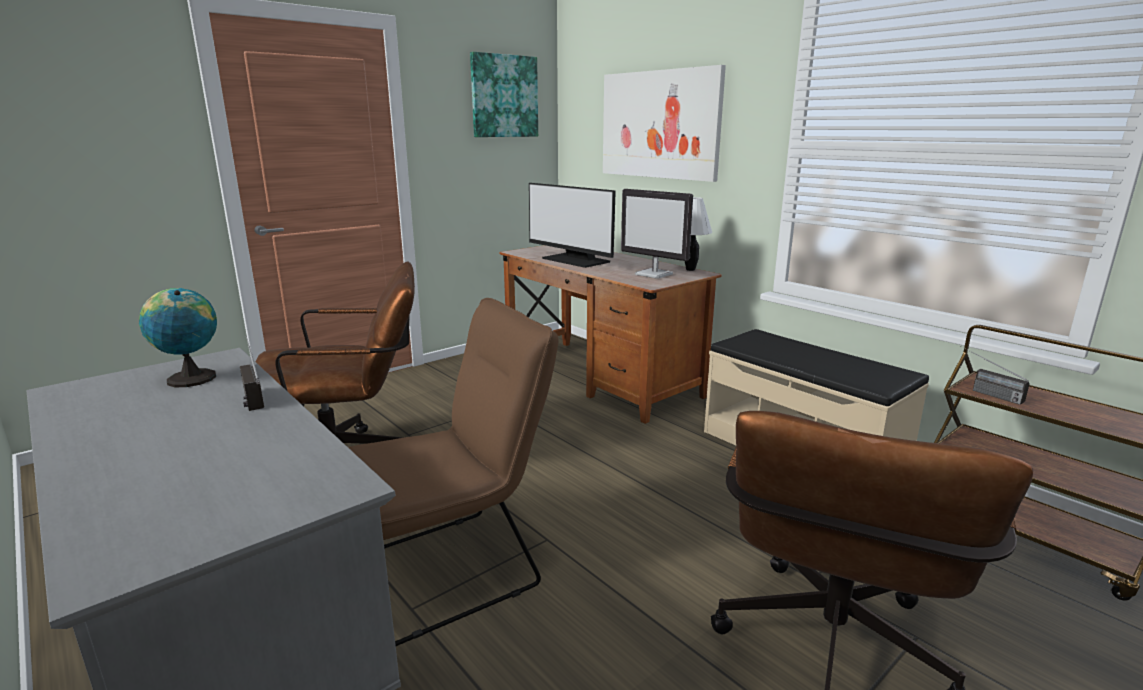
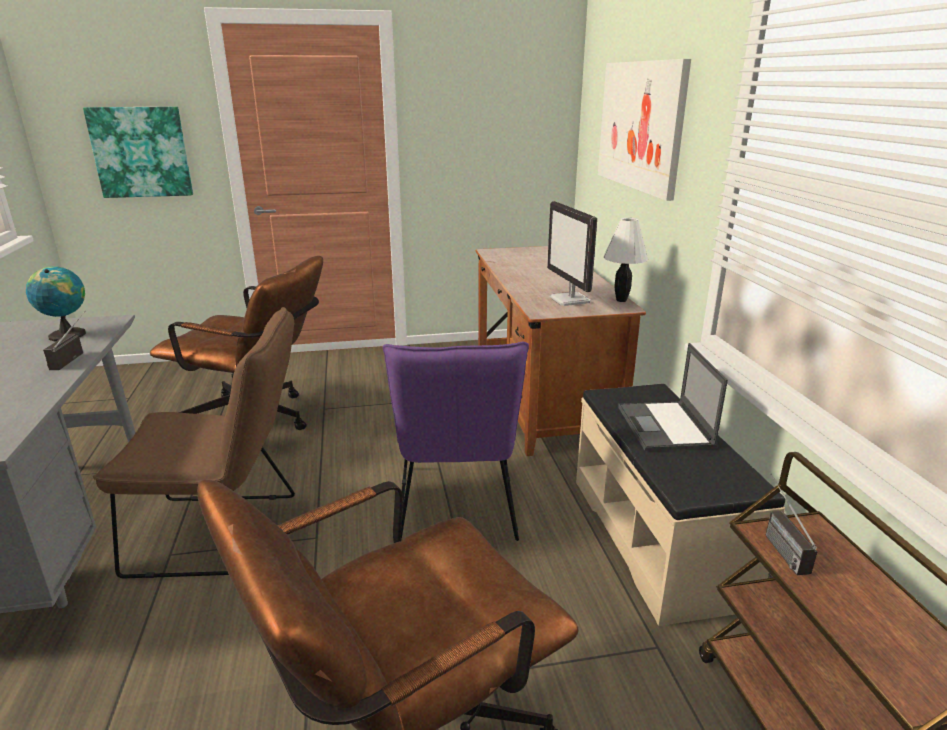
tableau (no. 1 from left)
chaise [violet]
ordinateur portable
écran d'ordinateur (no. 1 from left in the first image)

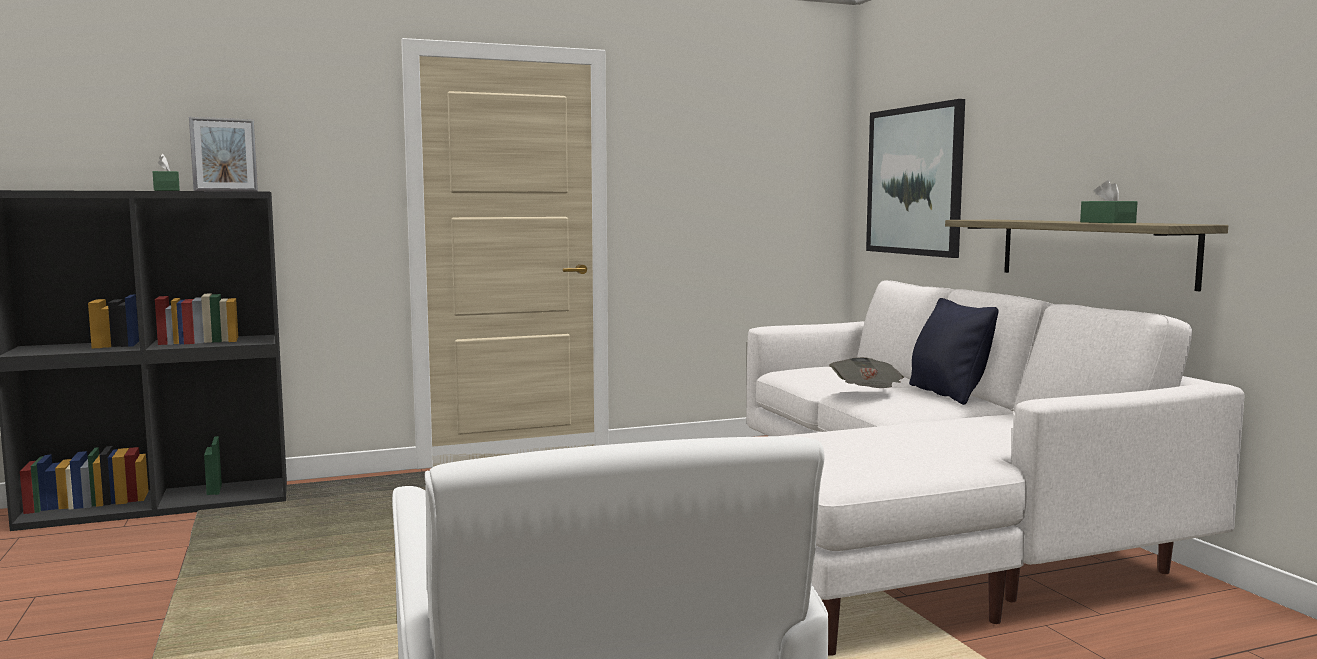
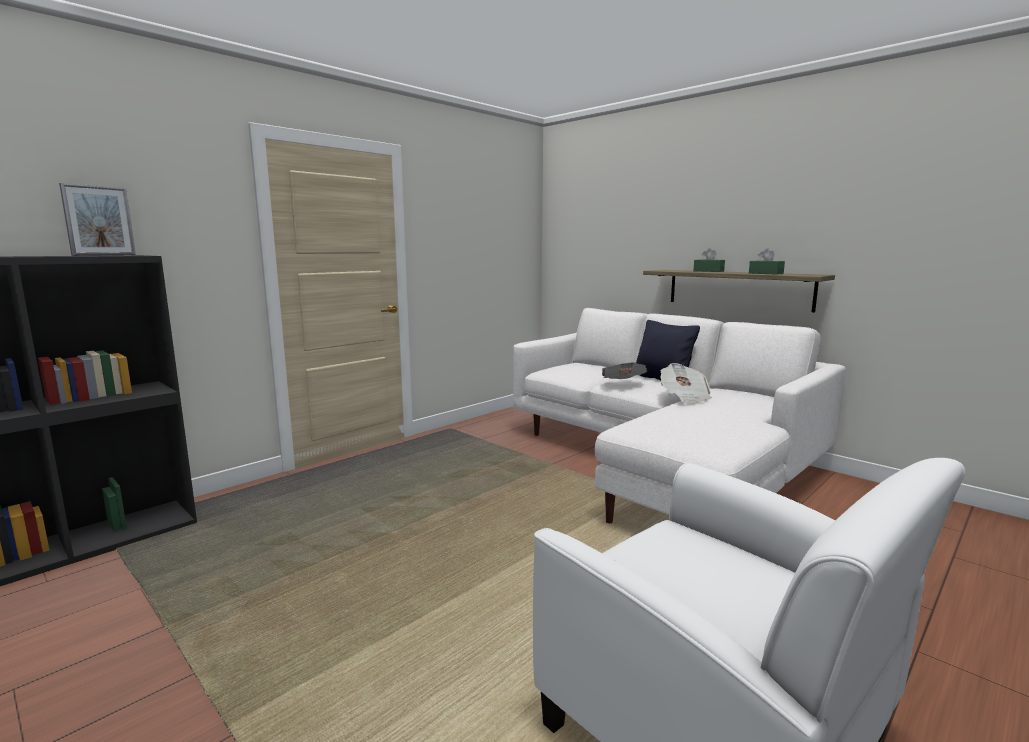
journal (no. 2 from left)
boîte à mouchoirs [vert] (no. 1 from left)
tableau

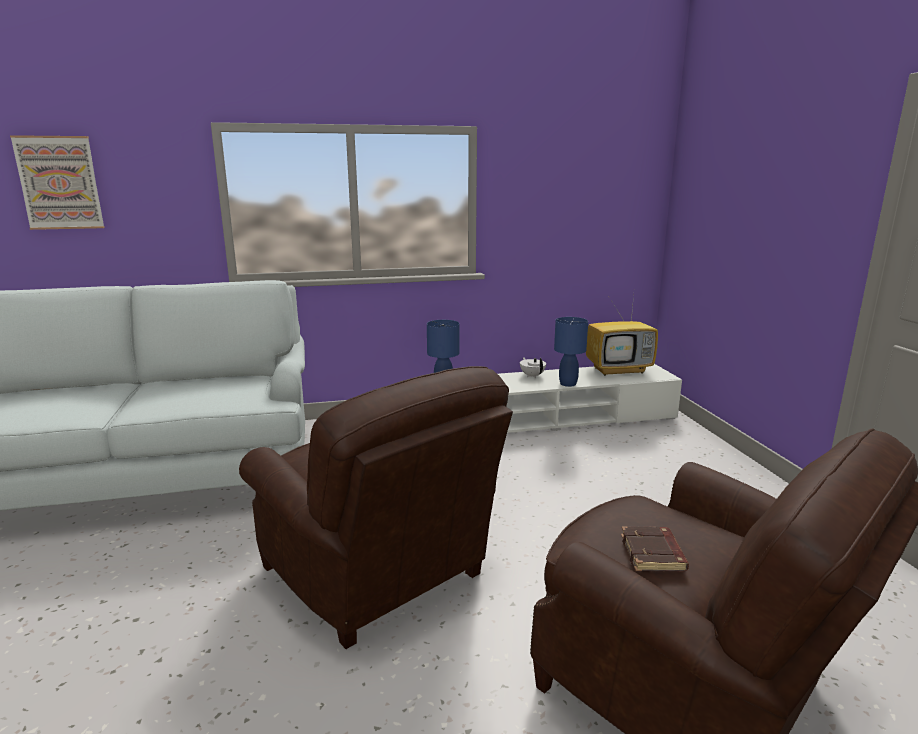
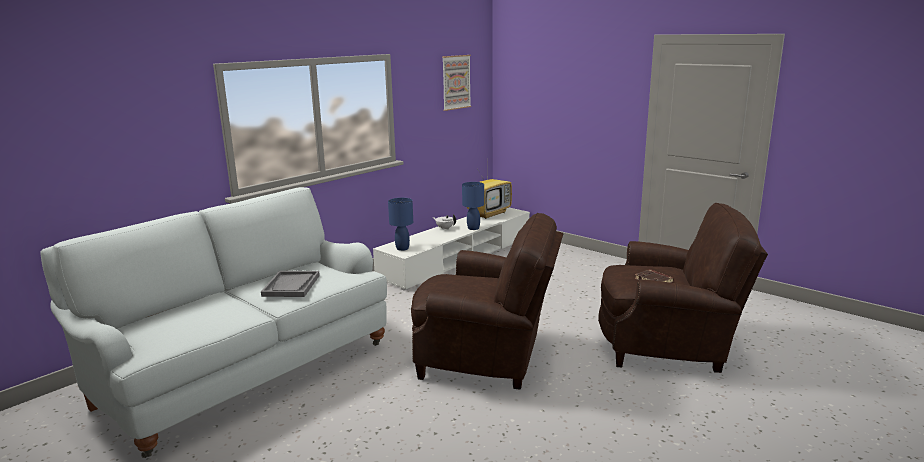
plateau [gris]
tableau

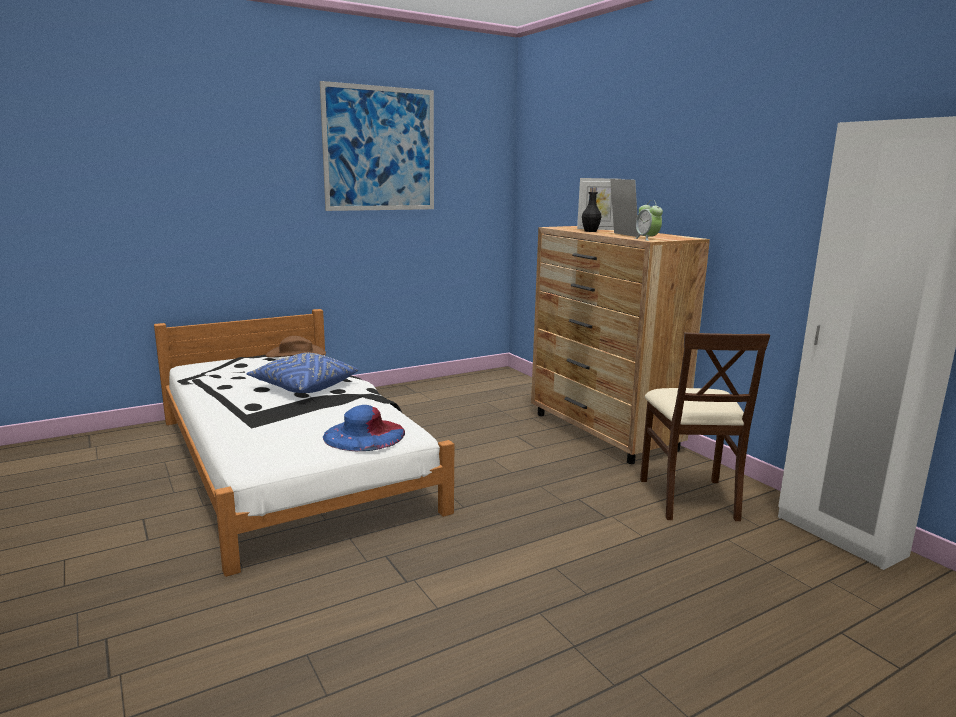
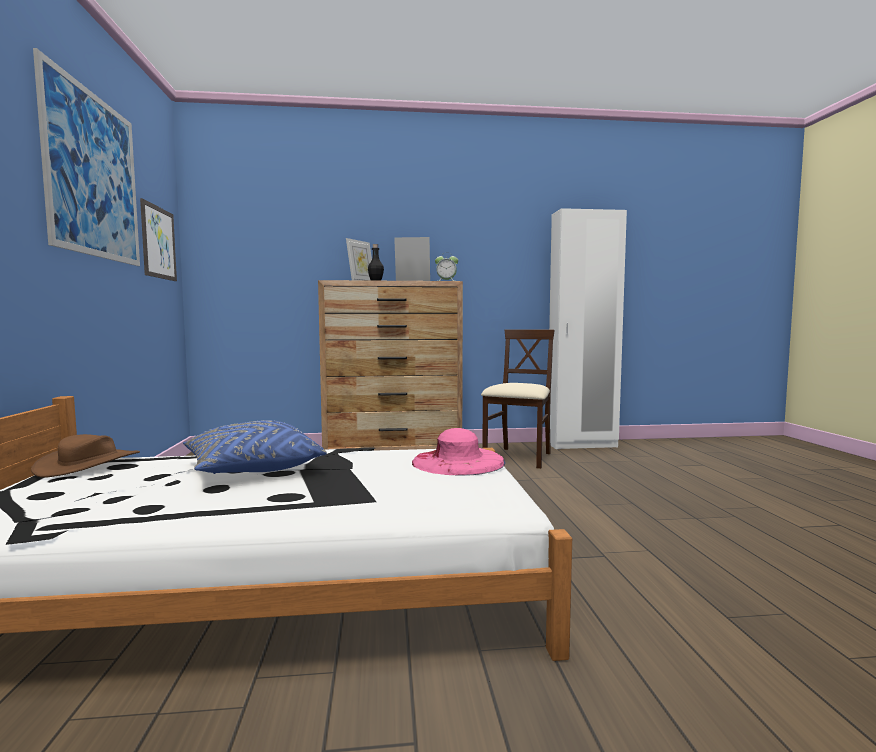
tableau (no. 2 from left)
chapeau [rose]
chaise [beige]

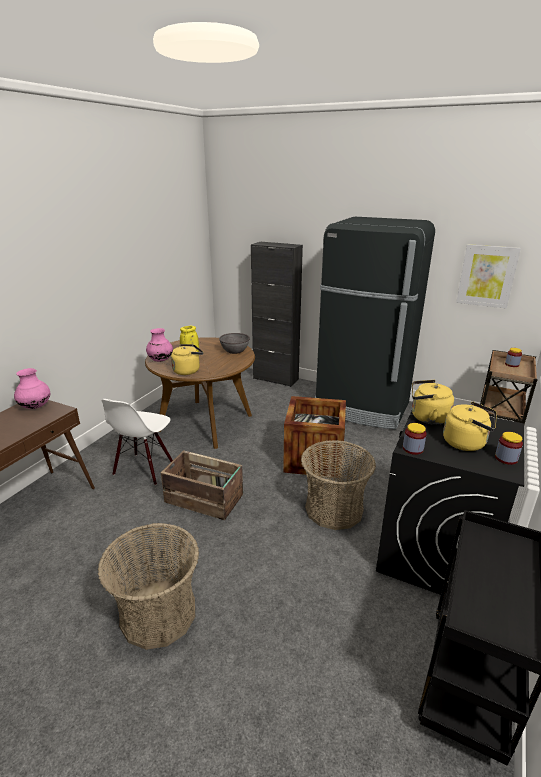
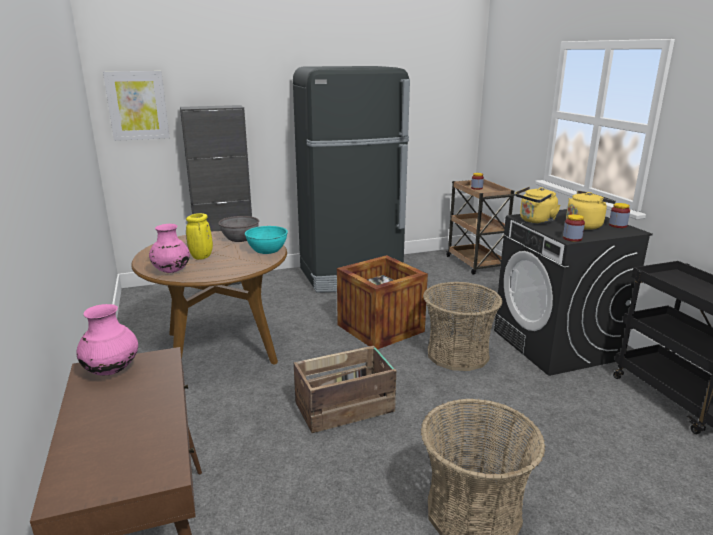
tableau
bol [turquoise]
chaise [blanc]
bouilloire [jaune] (no. 1 from left in the first image)

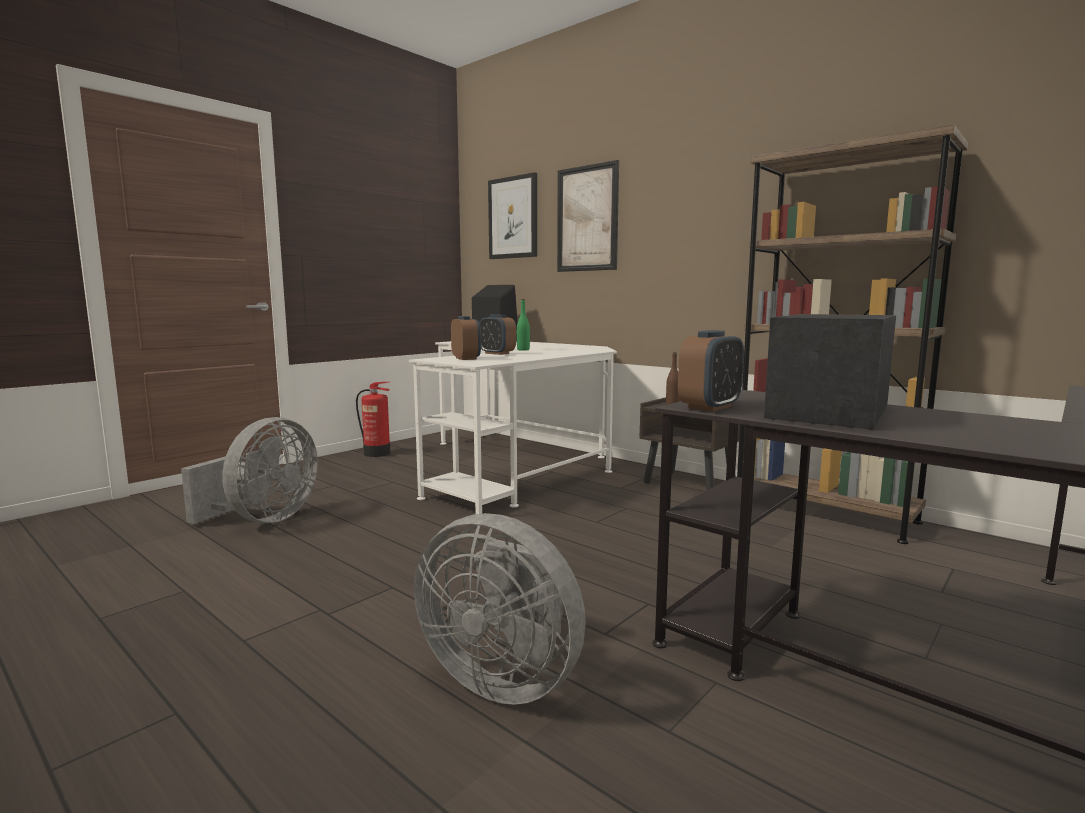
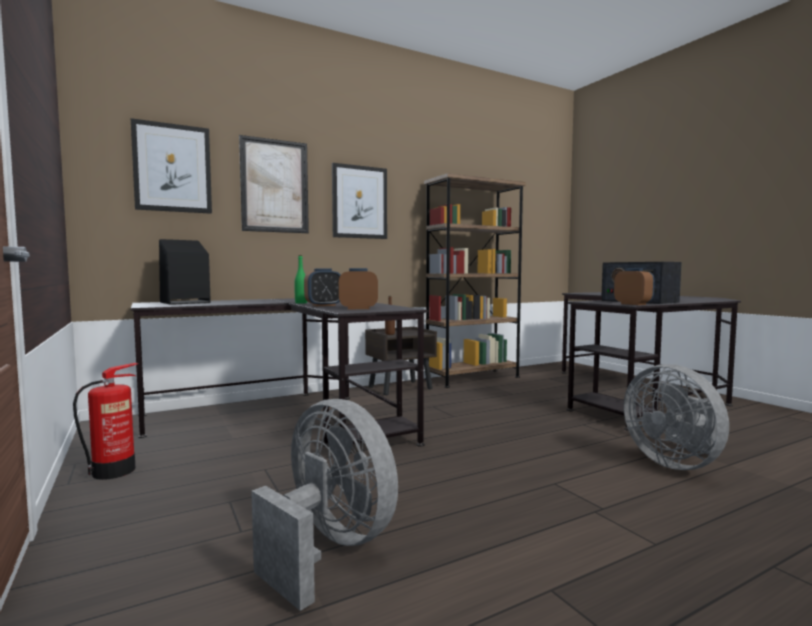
bureau [noir] (no. 1 from left)
tableau (no. 3 from left)
ventilateur [gris] (no. 2 from left)

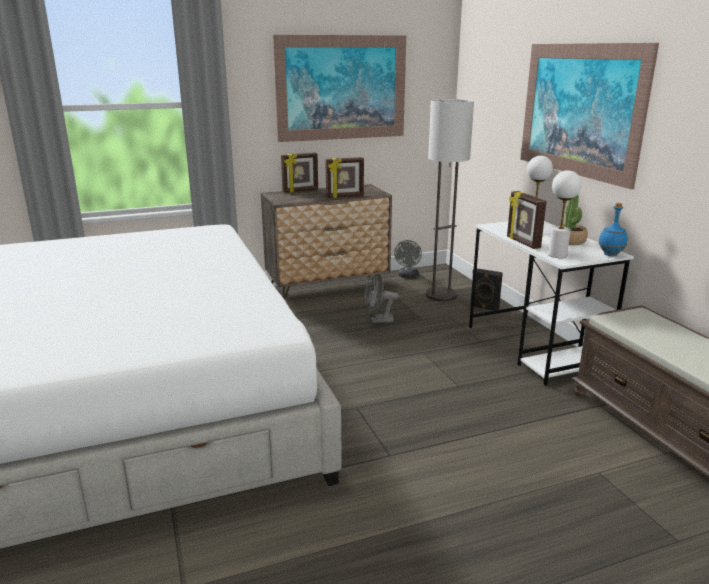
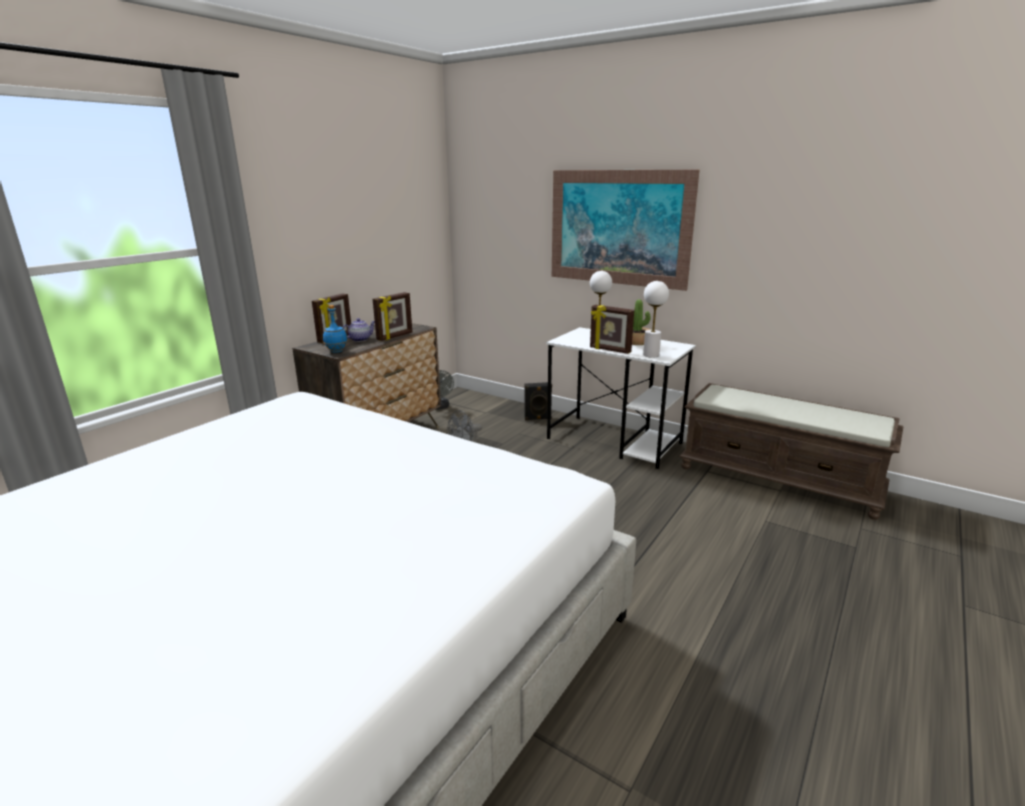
bouteille [bleu]
théière
tableau (no. 1 from left in the first image)
lampadaire

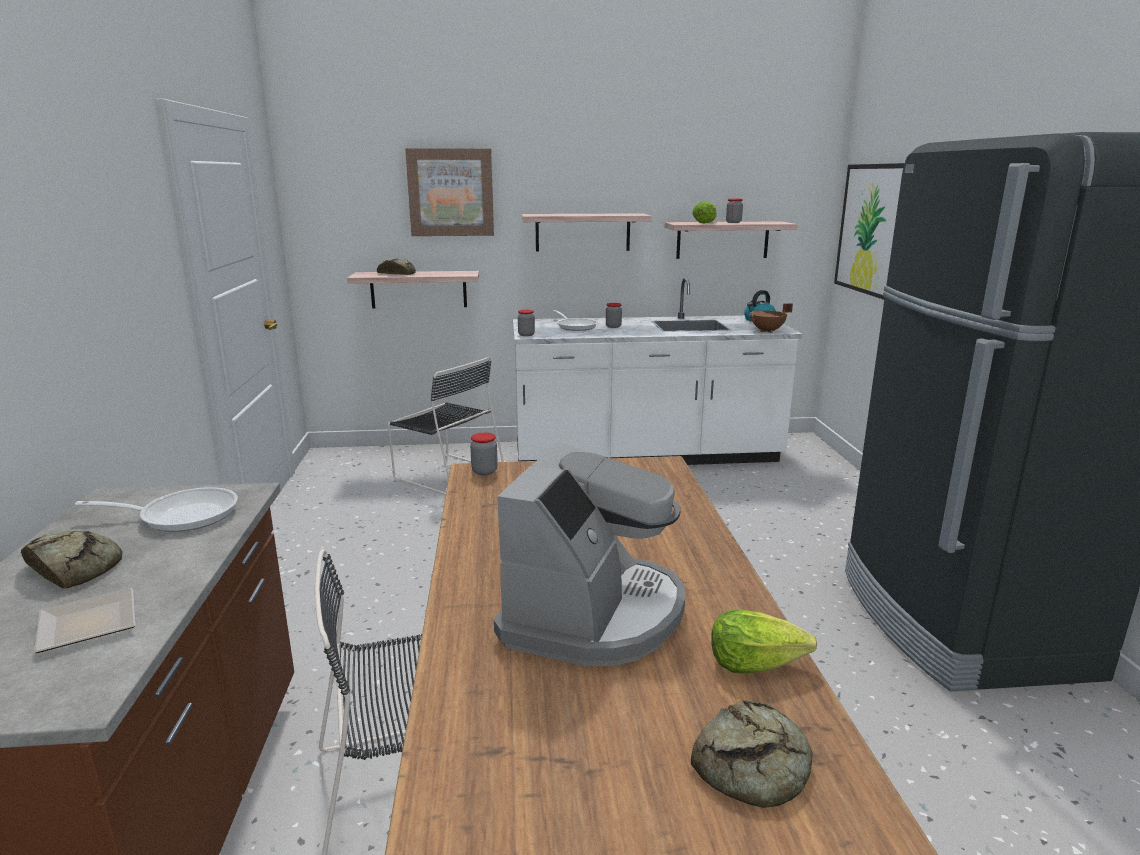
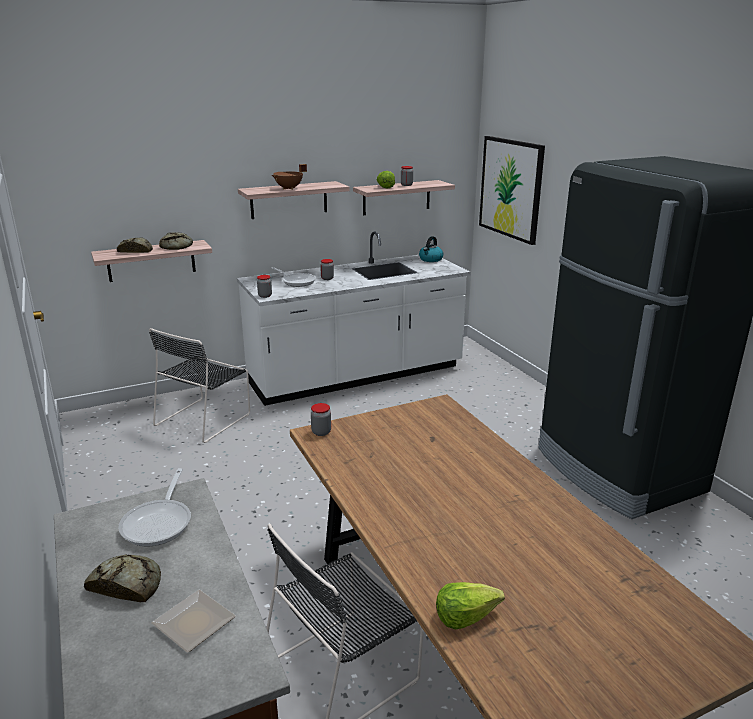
poêle (no. 1 from left)
chaise [noir] (no. 1 from left)
pain (no. 3 from left)
marmite [marron]
laitue (no. 2 from left)
tableau (no. 1 from left in the first image)
machine à café

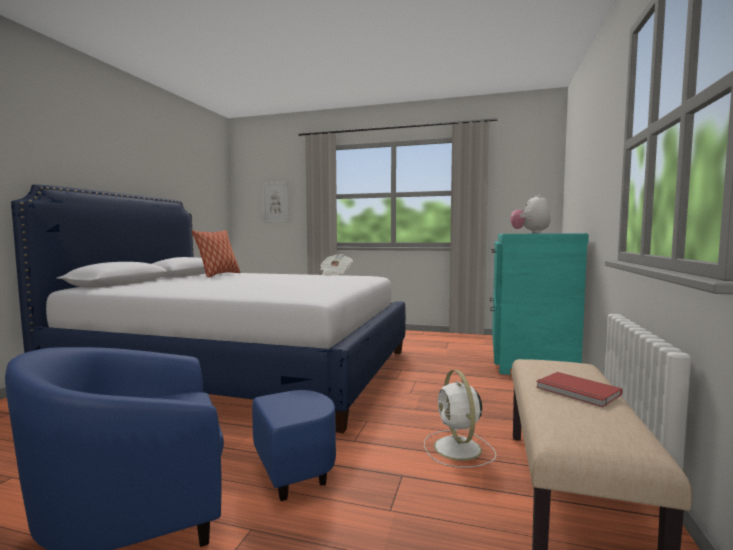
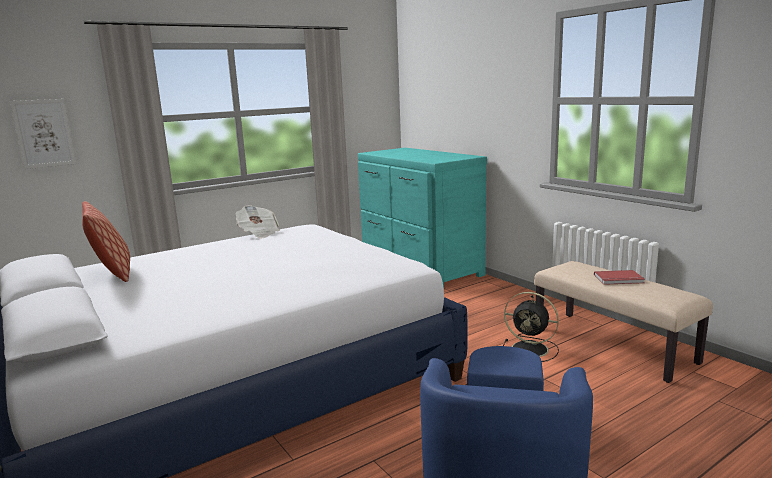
ventilateur [noir]
peluche

